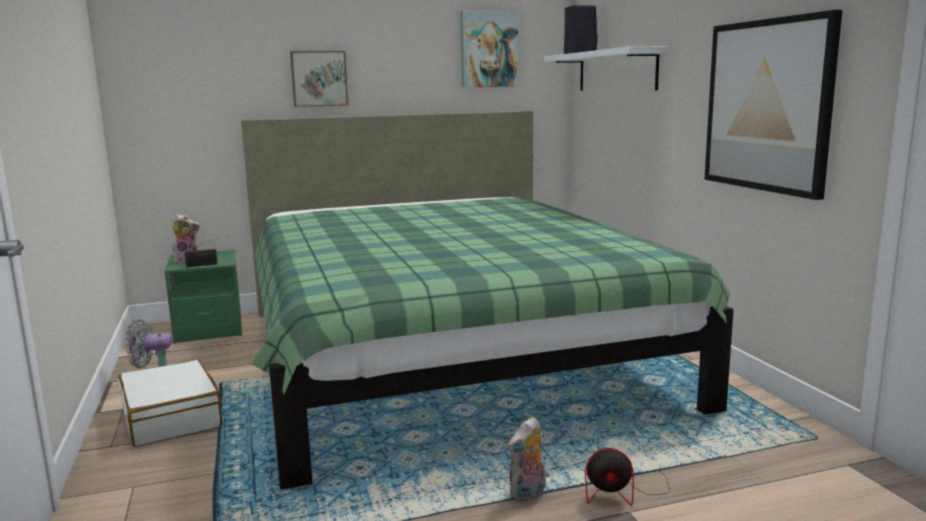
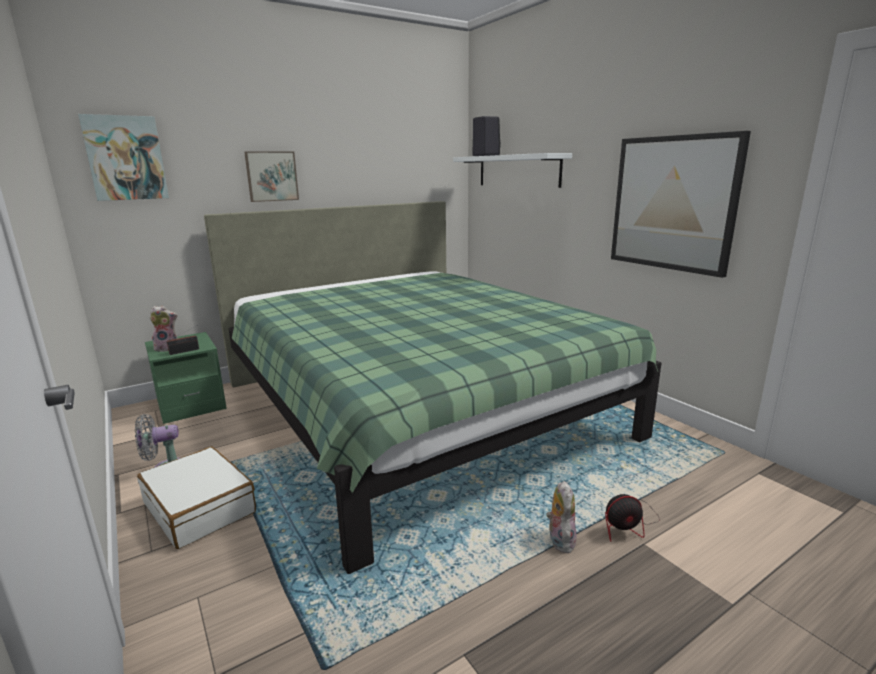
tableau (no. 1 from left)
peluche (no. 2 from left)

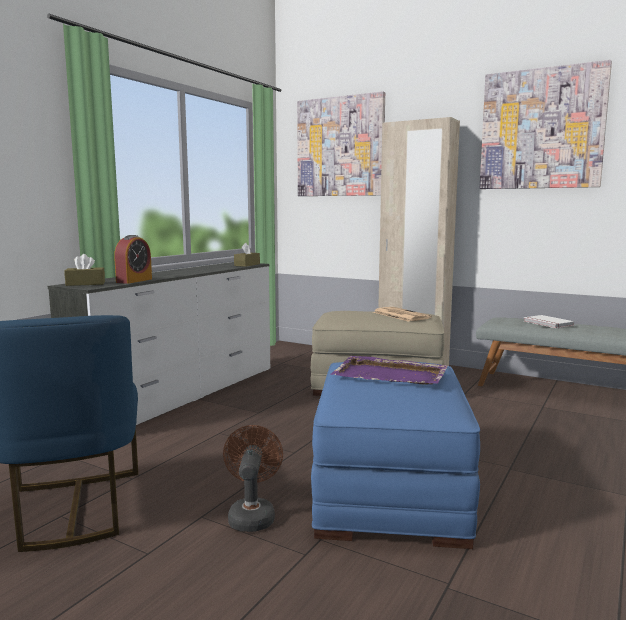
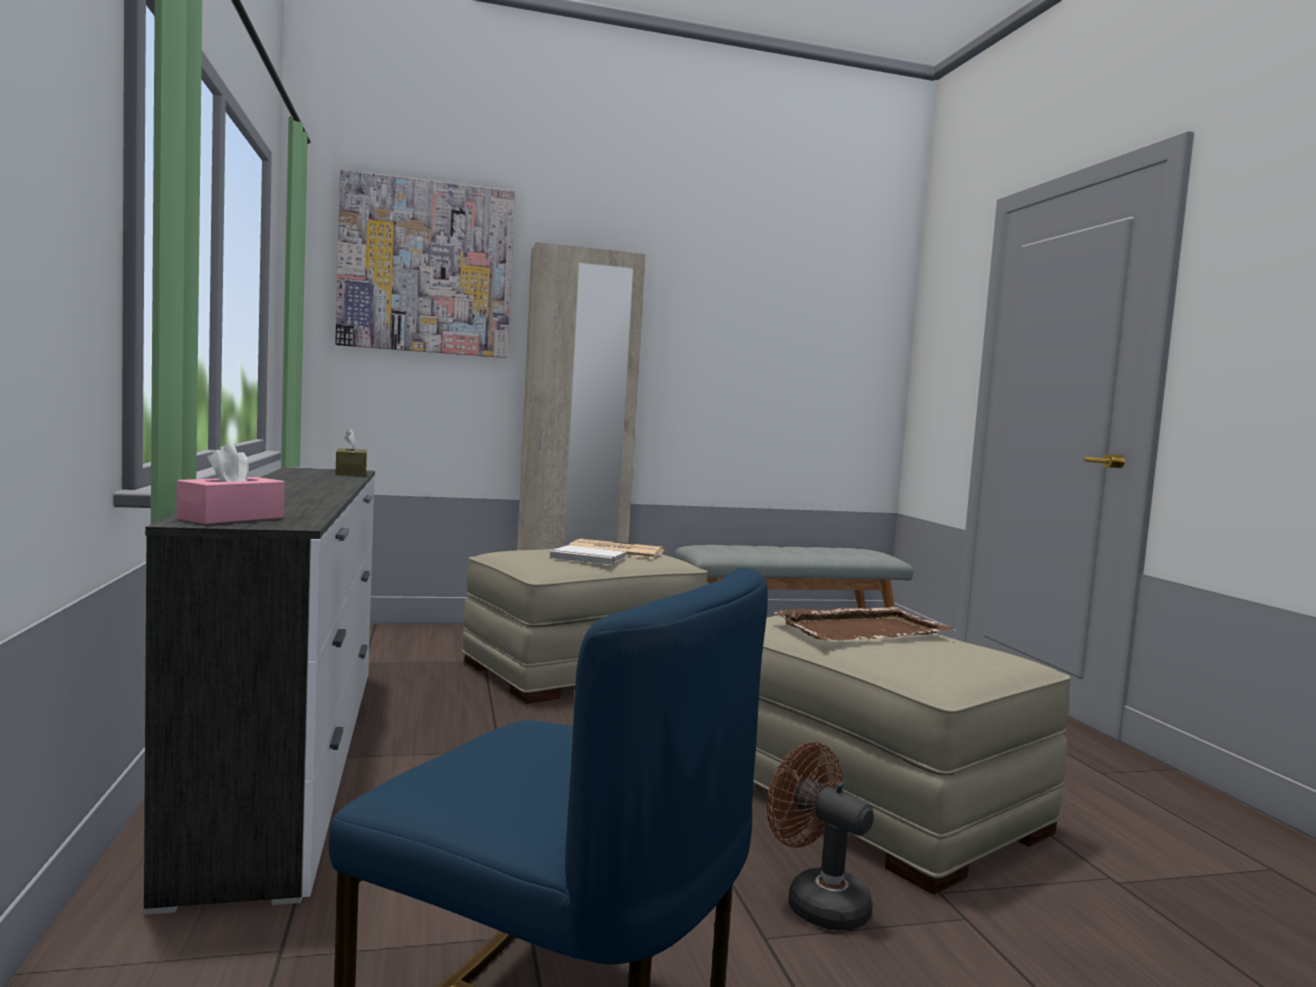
boîte à mouchoirs [rose]
livre [blanc]
pouf [beige] (no. 2 from left)
plateau [marron]
réveil
tableau (no. 2 from left in the first image)

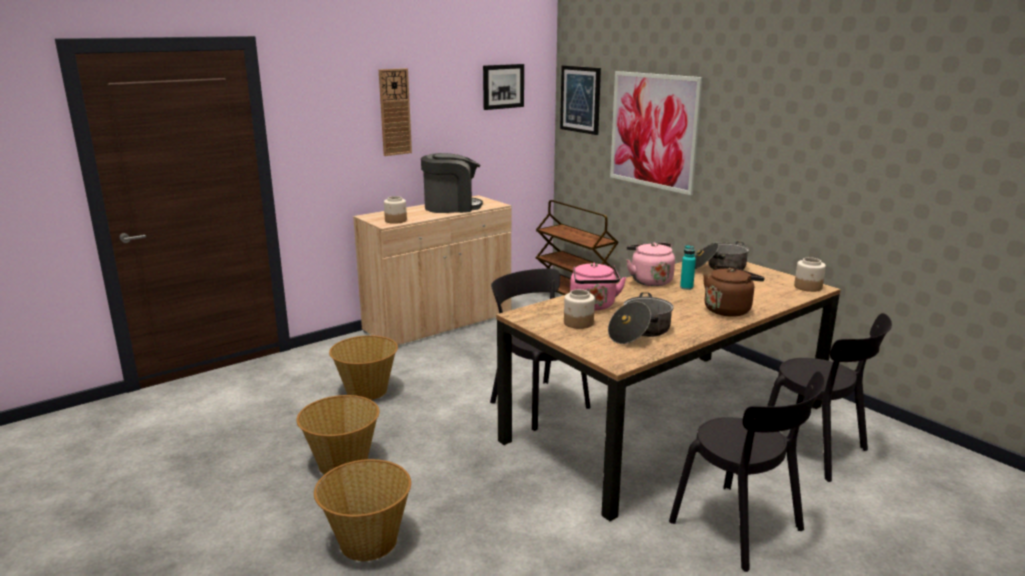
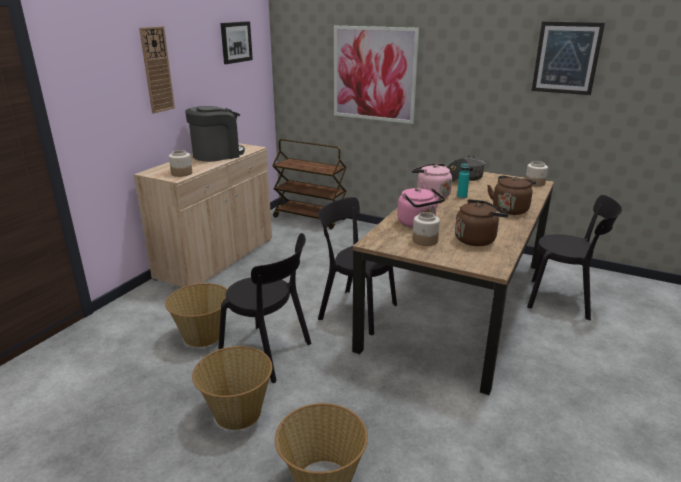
chaise [noir] (no. 1 from left)
bouilloire [marron] (no. 1 from left)
tableau (no. 3 from left)

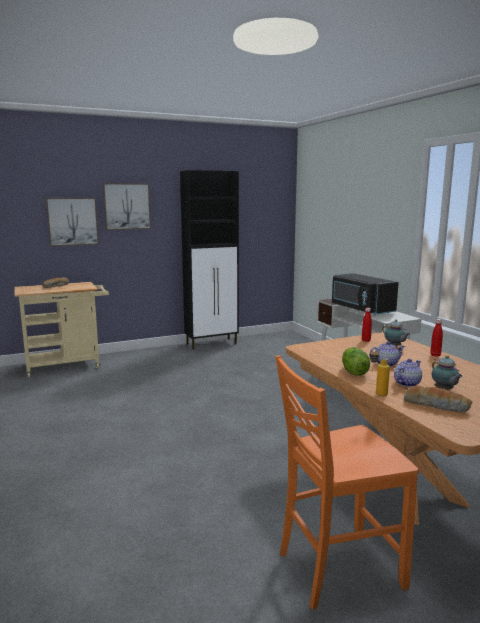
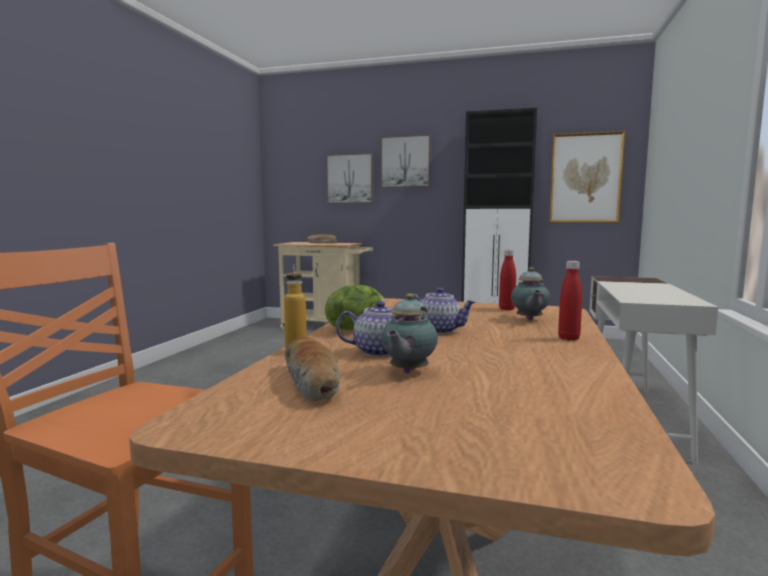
tableau (no. 3 from left)
micro-ondes [noir]

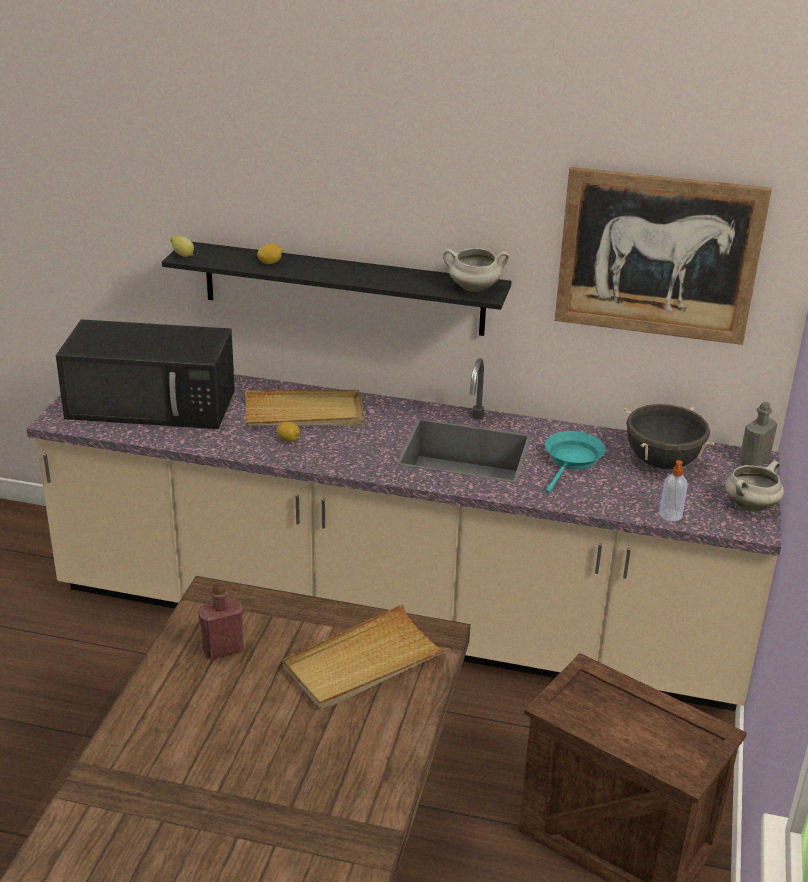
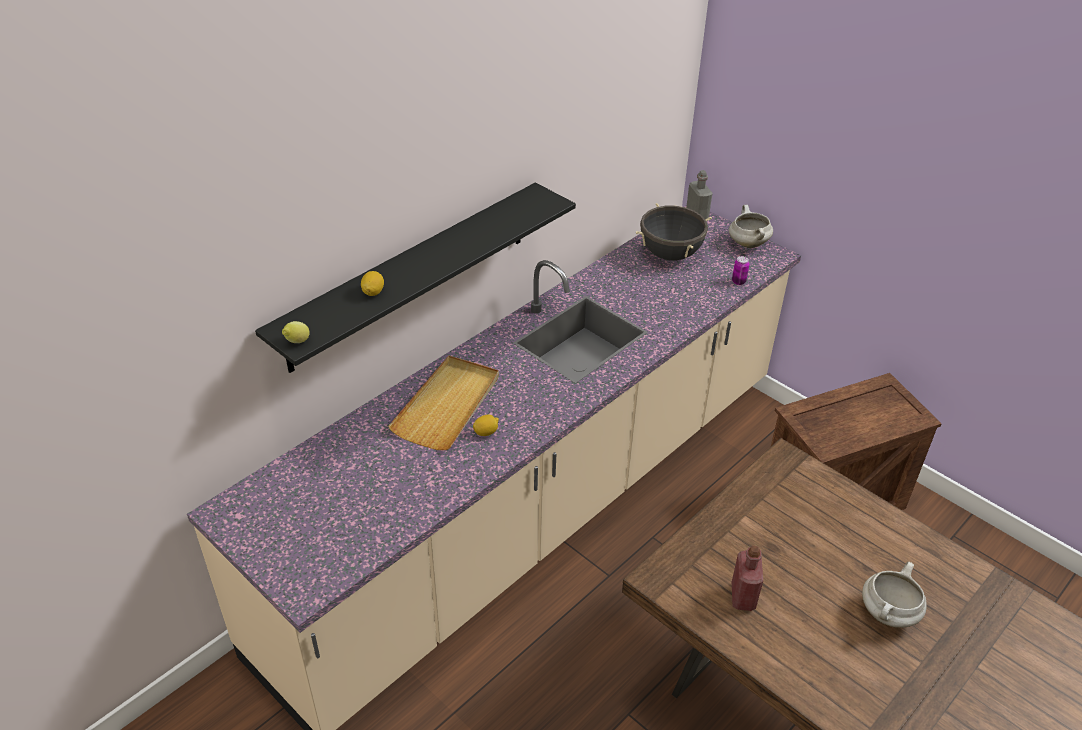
boîte métallique
marmite [blanc] (no. 2 from left)
micro-ondes [noir]
plateau [beige] (no. 2 from left in the first image)
poêle [turquoise]
tableau

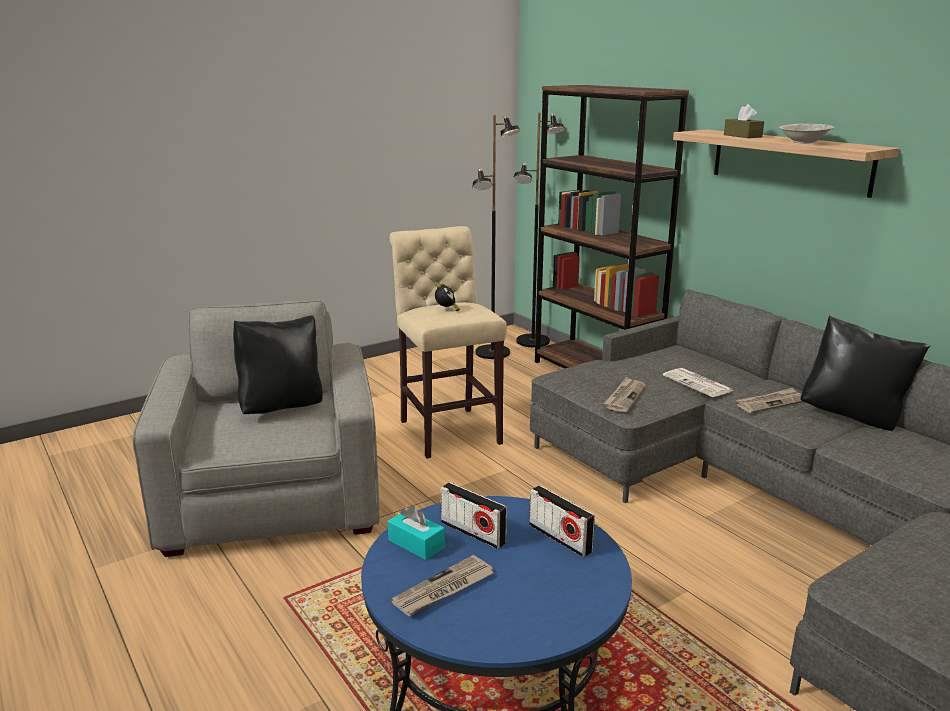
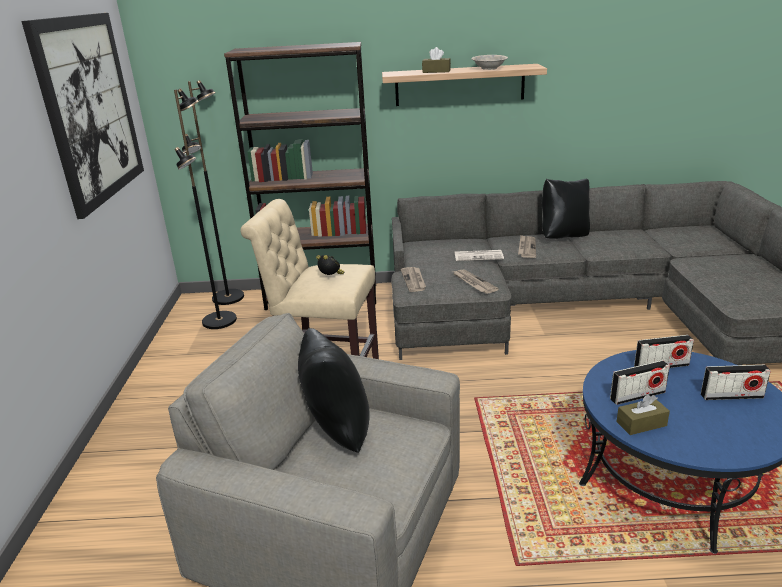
tableau
journal (no. 1 from left)
boîte à mouchoirs [marron] (no. 2 from left)
radio (no. 3 from left)

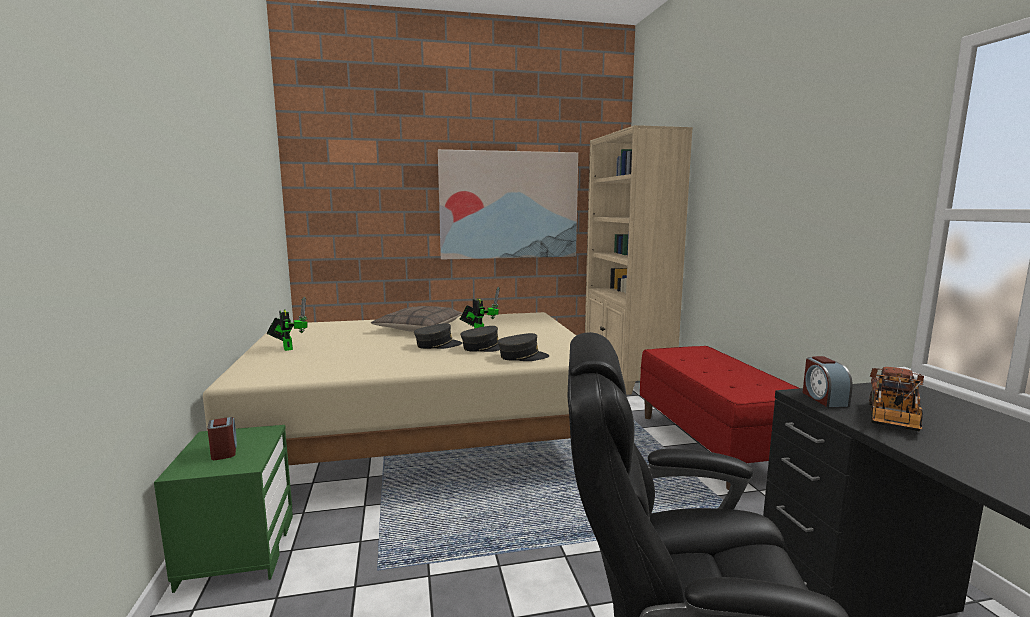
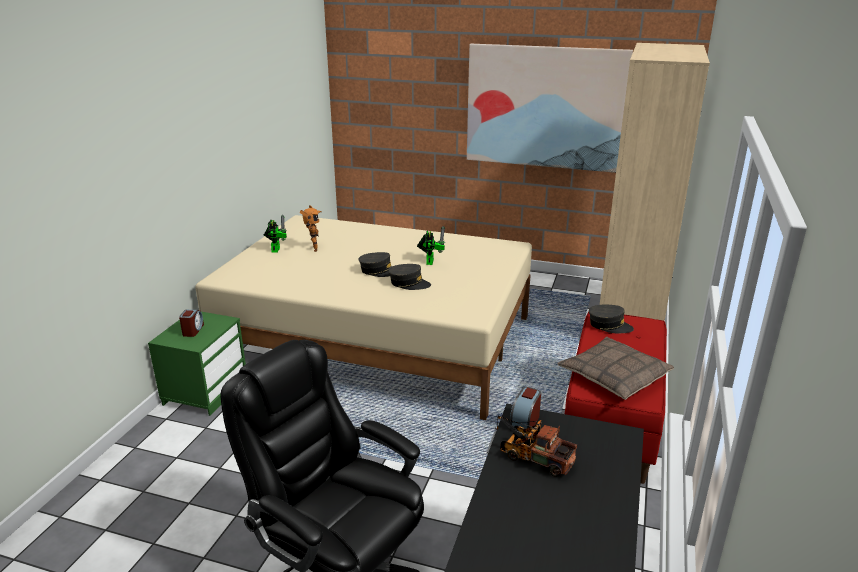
robot jouet (no. 2 from left)
camion jouet
coussin
casquette [gris] (no. 3 from left)

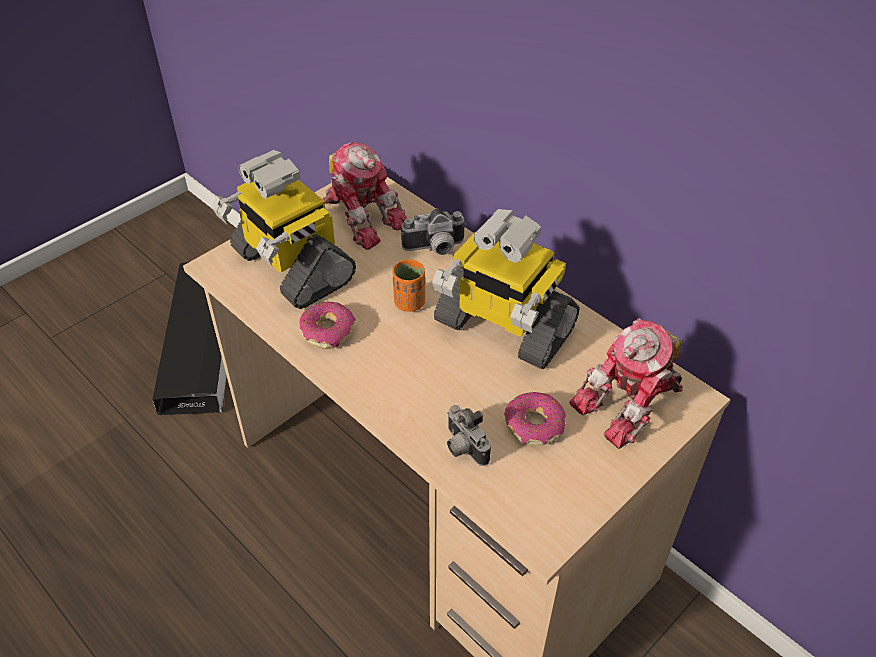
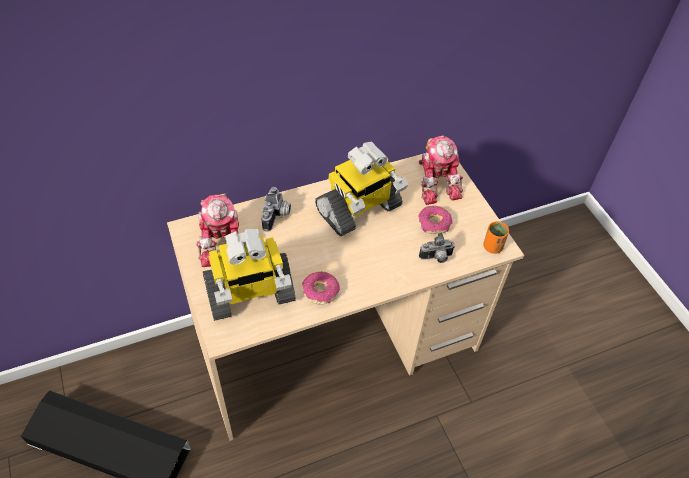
robot jouet (no. 1 from left)
tasse [orange]

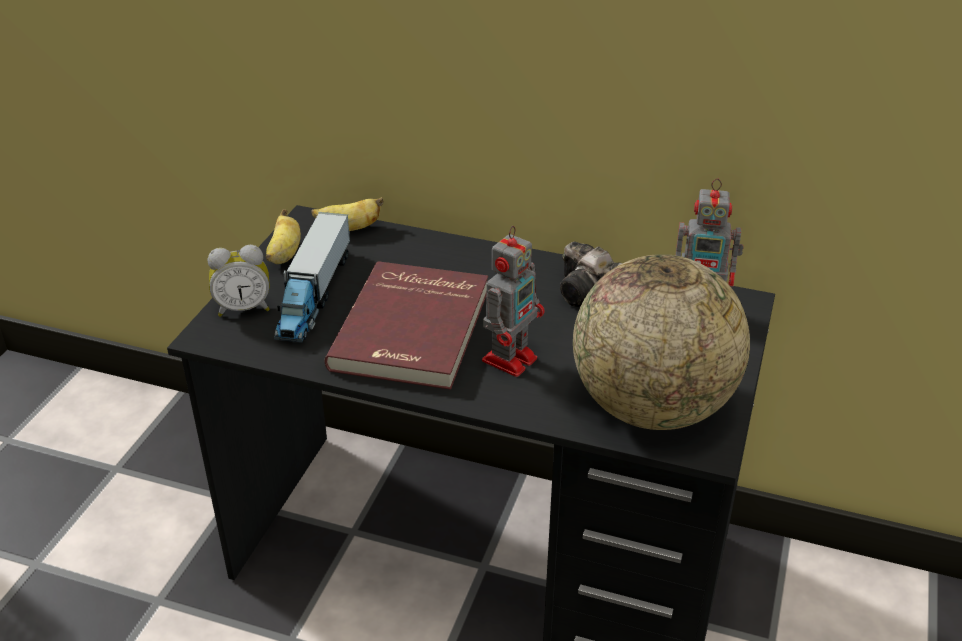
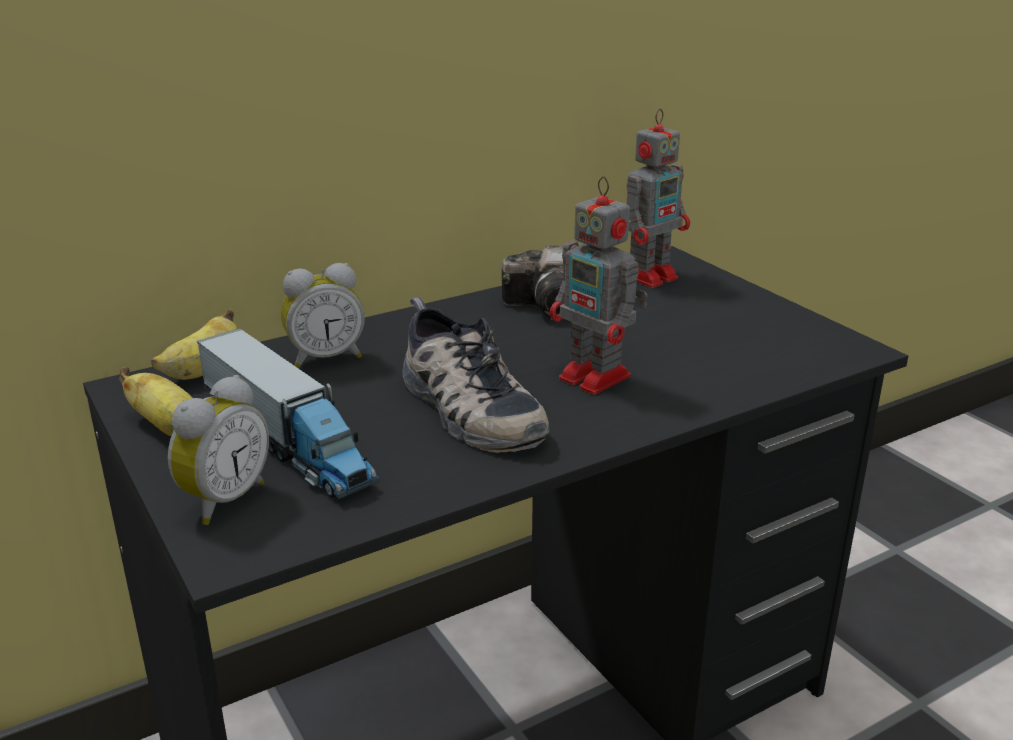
réveil (no. 2 from left)
chaussure
robot jouet (no. 1 from left)
globe

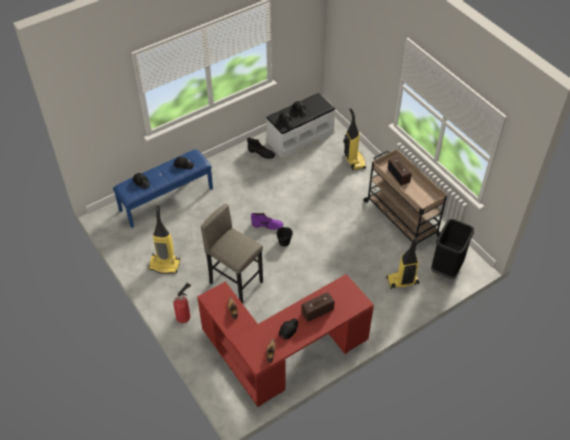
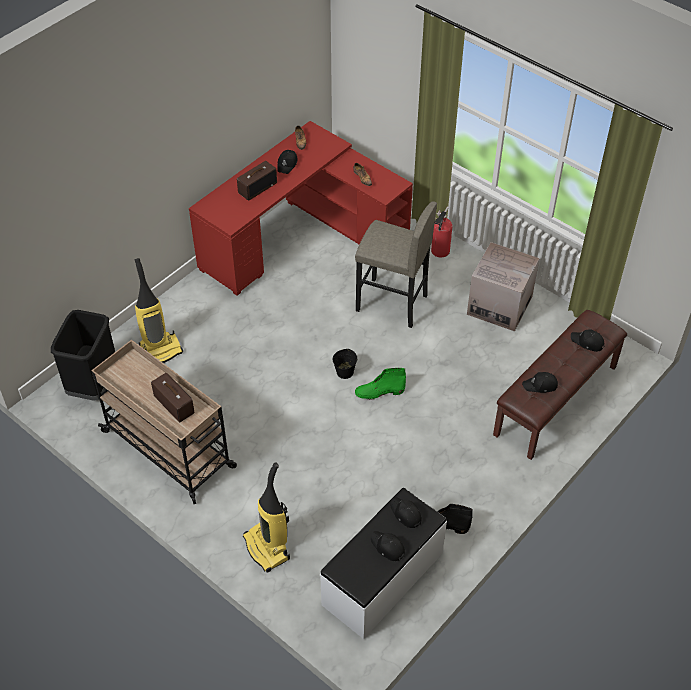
botte [vert]
carton
banc [marron]

